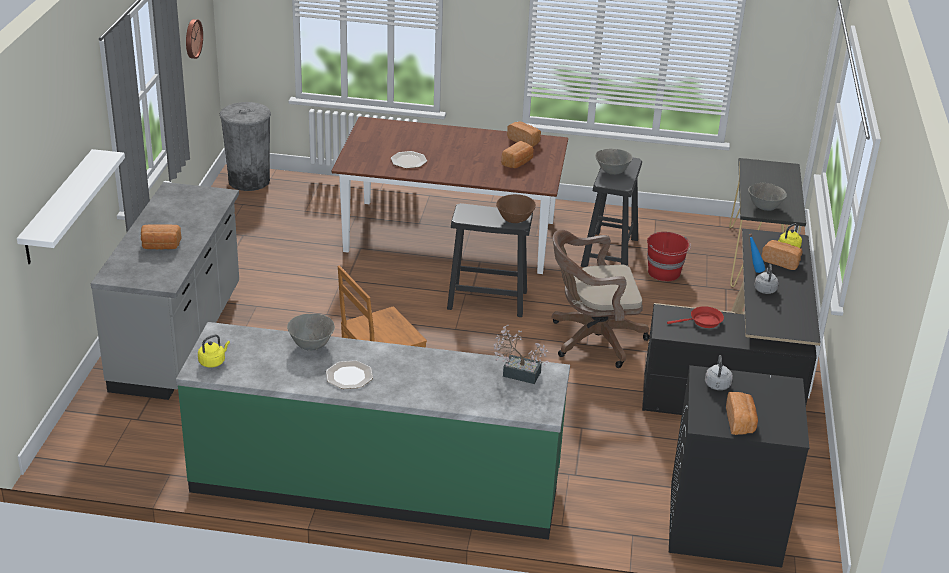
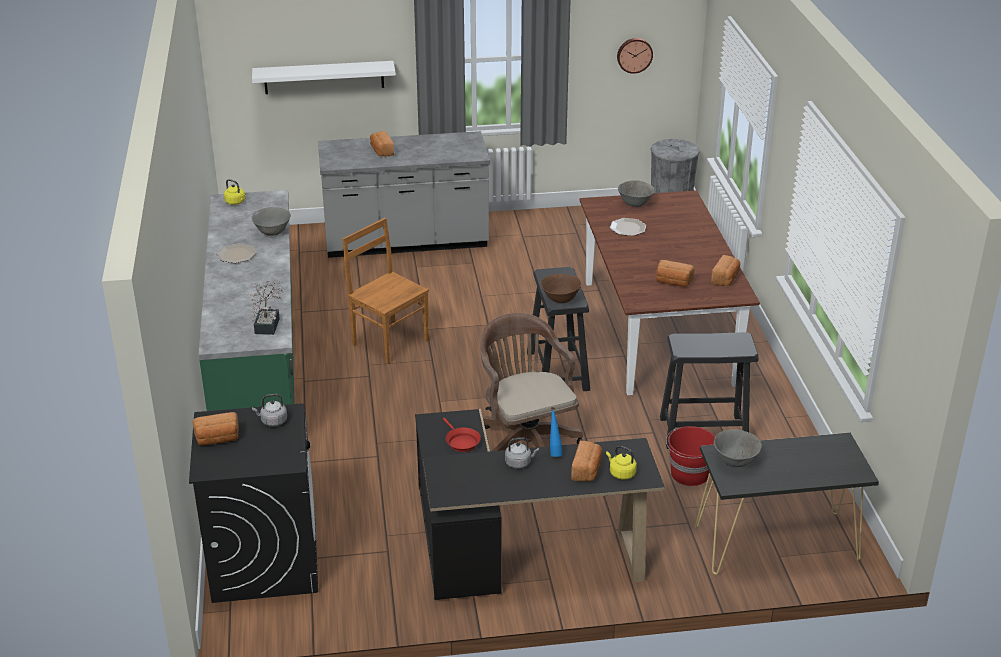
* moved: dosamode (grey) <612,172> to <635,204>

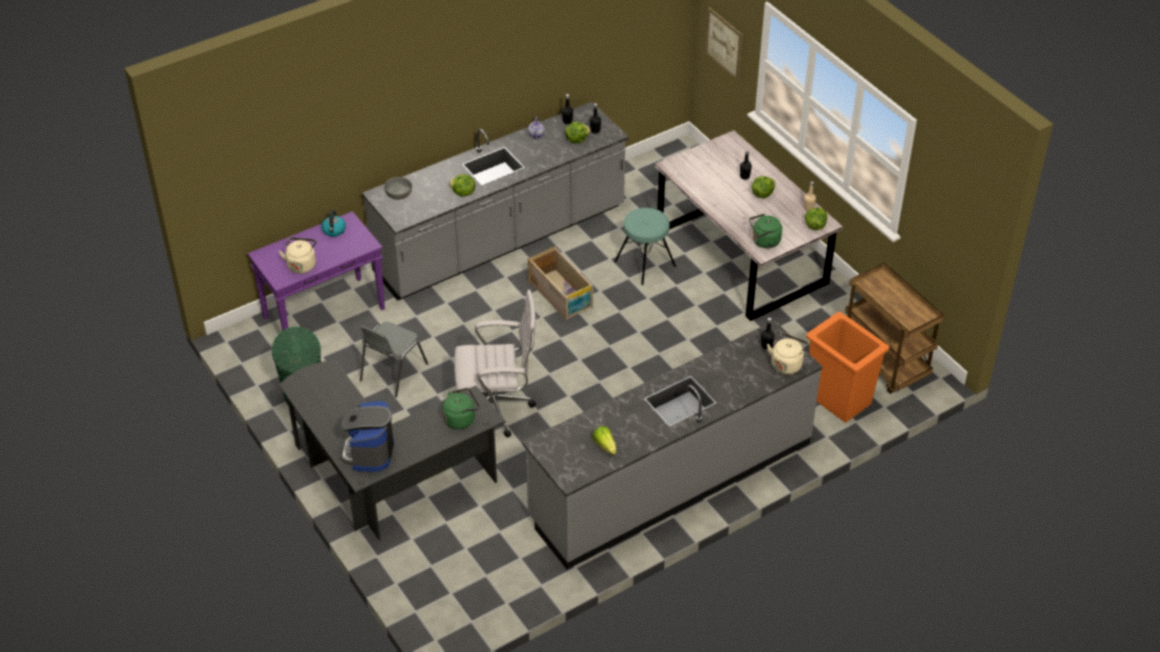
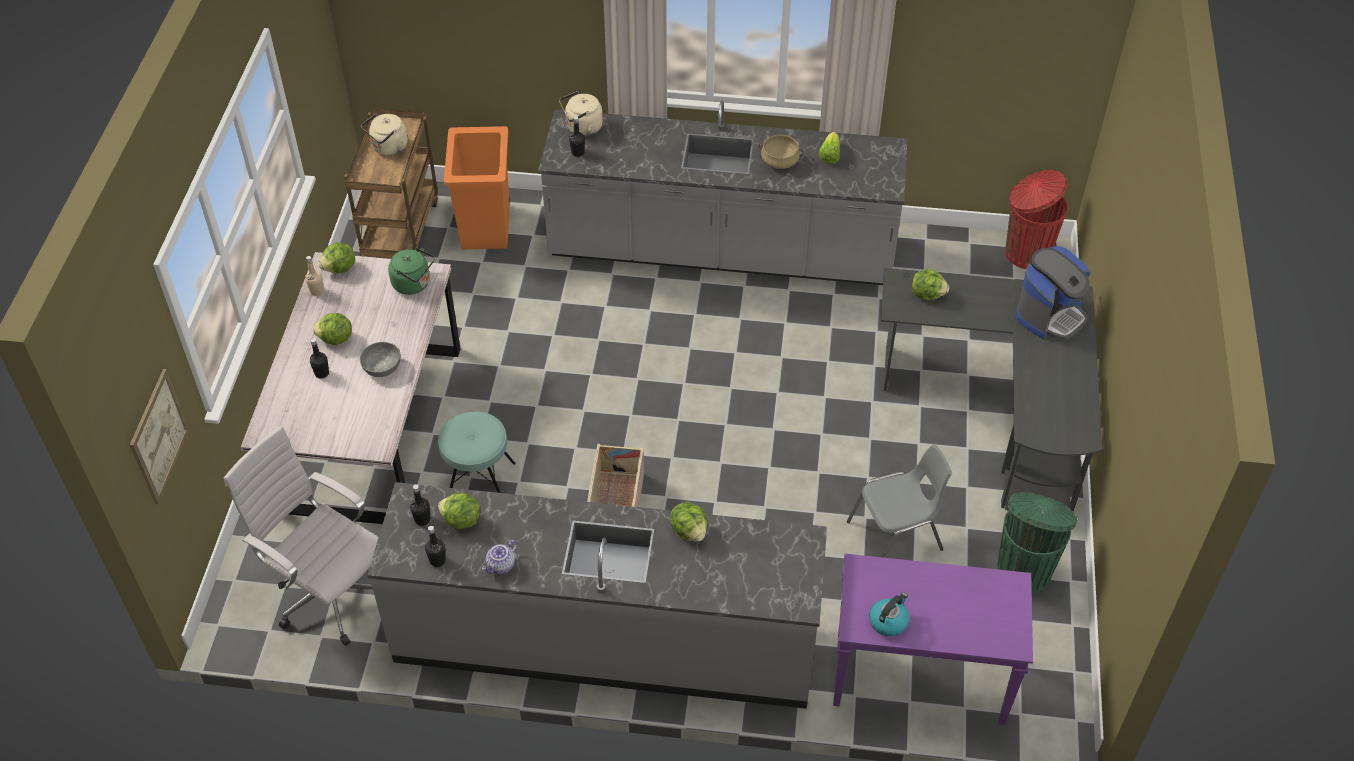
* moved: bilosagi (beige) <301,264> to <388,148>
* moved: dosamode (grey) <398,194> to <382,367>
* replaced: bilosagi (green) <461,419> to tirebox <927,294>
* moved: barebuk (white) <498,408> to <329,593>
* added: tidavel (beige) <780,161>
* added: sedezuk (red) <1025,253>

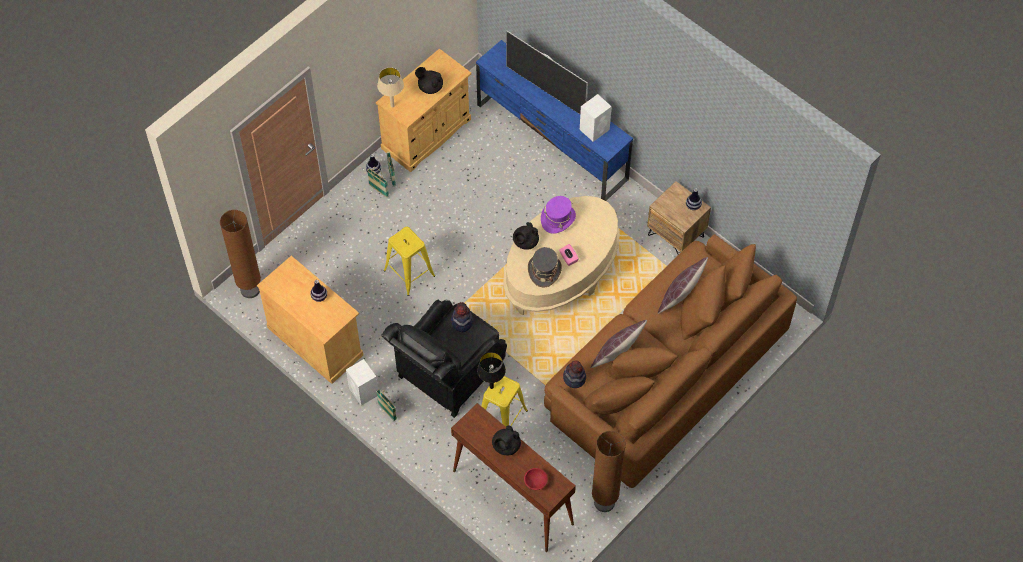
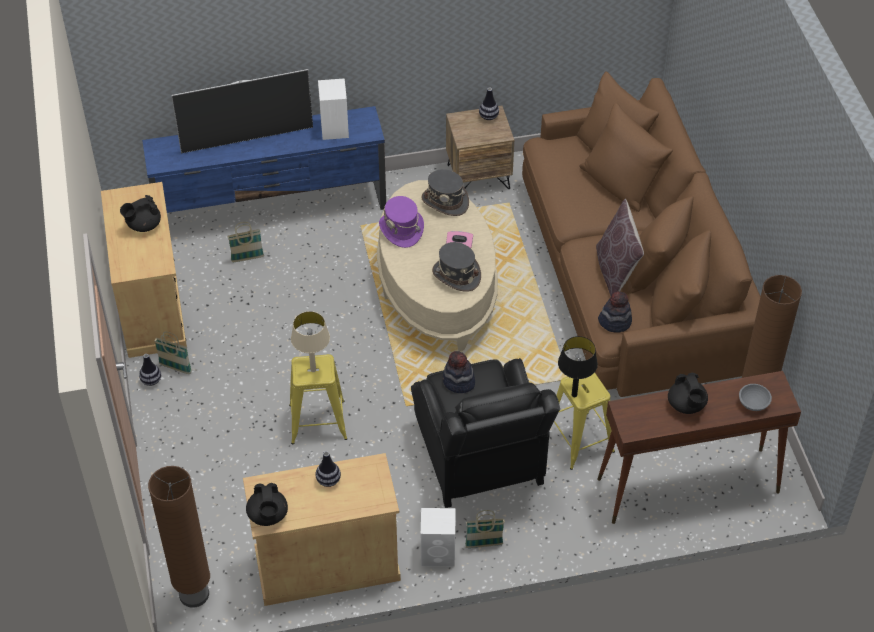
* moved: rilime <379,190> to <247,258>
* moved: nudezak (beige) <392,105> to <313,370>
* moved: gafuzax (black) <525,242> to <268,515>
* recoloured: dosamode (red) <535,482> to dosamode (grey) <753,403>
* removed: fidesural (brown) <680,297>
* added: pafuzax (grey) <445,201>

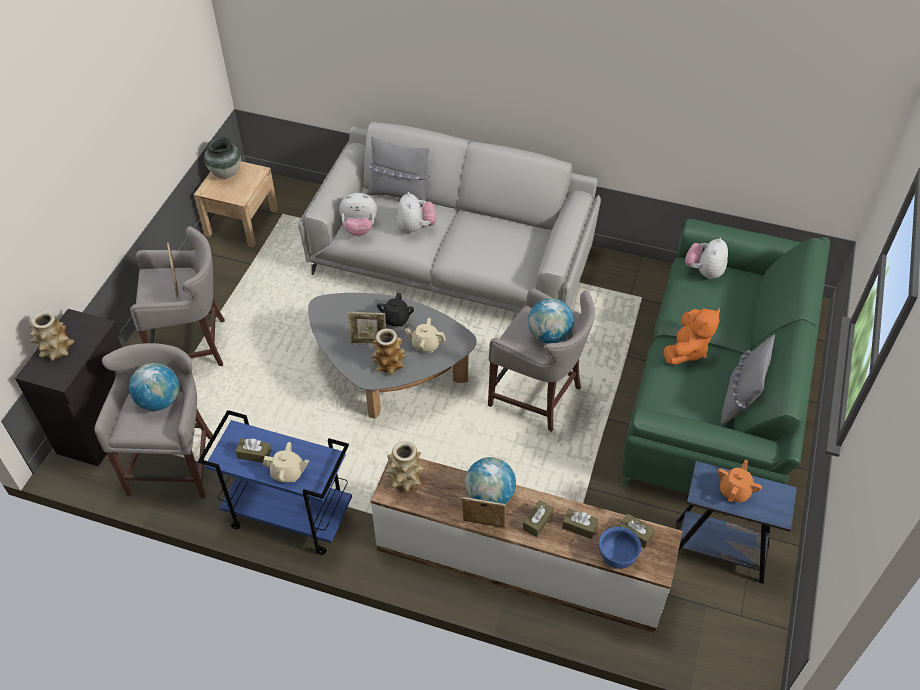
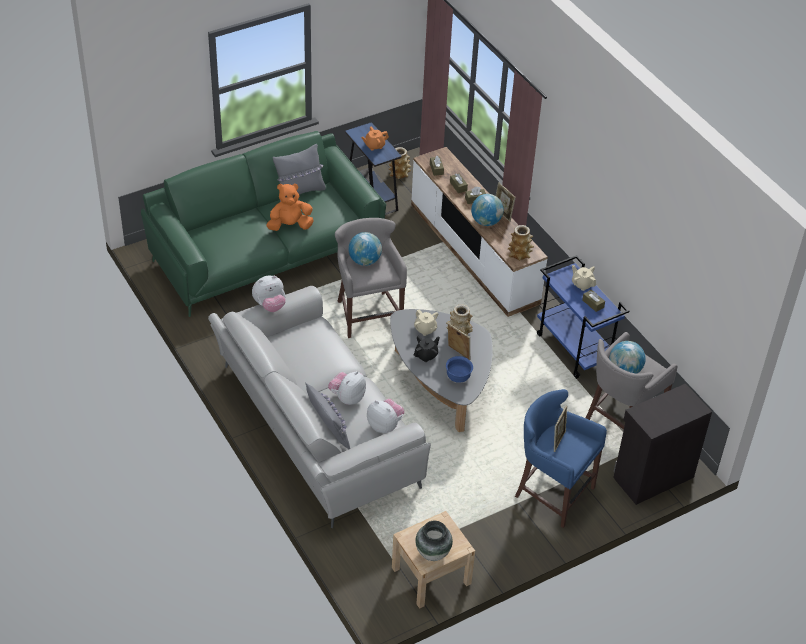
* moved: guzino <56,350> to <399,174>
* recoloured: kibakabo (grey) <193,345> to kibakabo (blue) <551,492>
* moved: dosamode (blue) <617,557> to <458,377>
* moved: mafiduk <704,271> to <270,305>

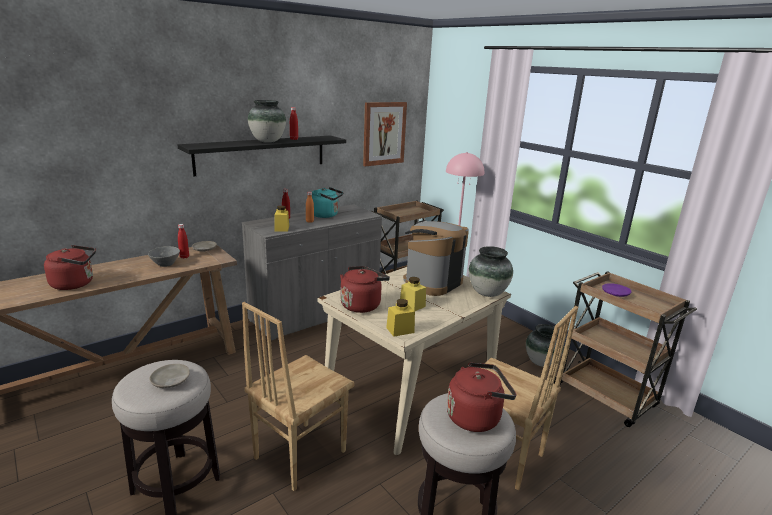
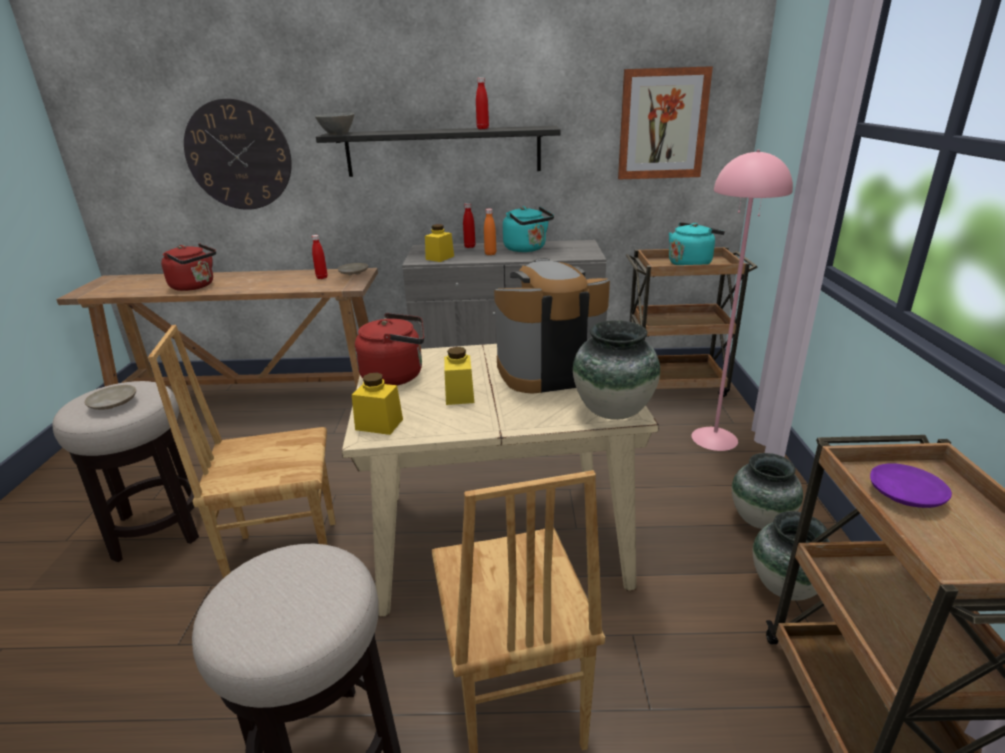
* moved: dosamode (grey) <164,264> to <336,134>
* moved: guzino <267,141> to <760,520>
* removed: bilosagi (red) <476,417>
* added: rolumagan <238,155>
* added: bilosagi (turquoise) <691,264>

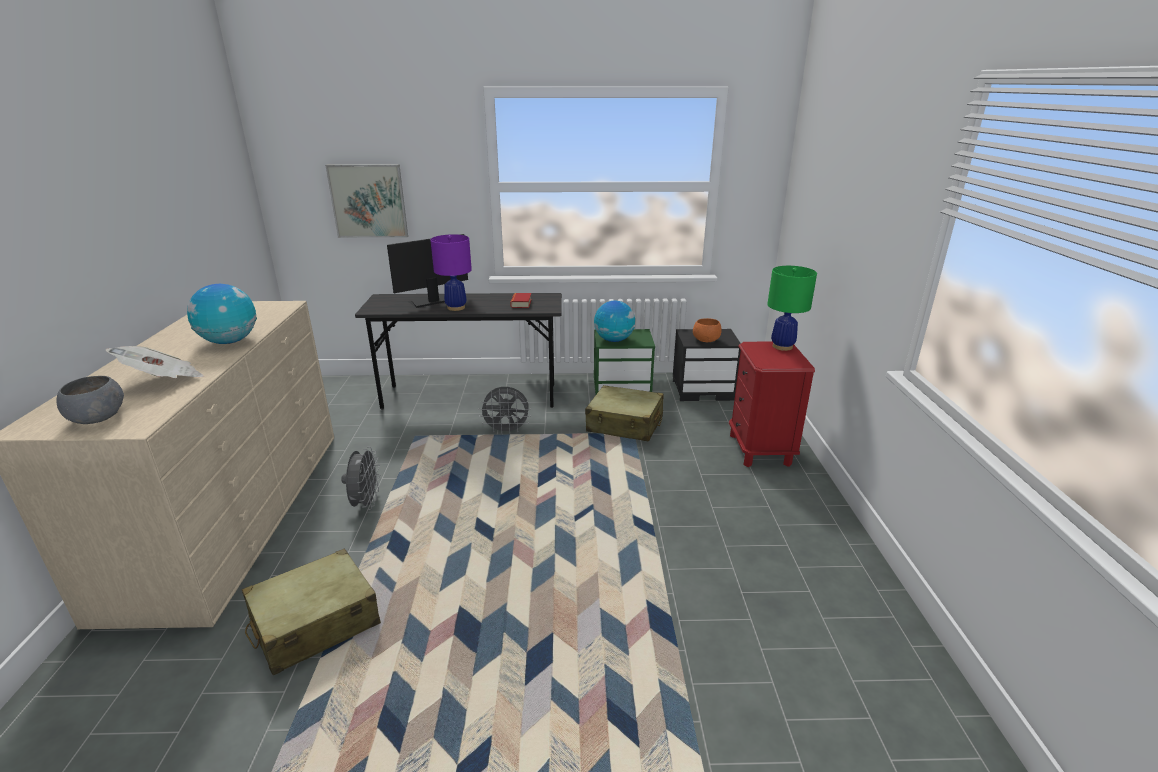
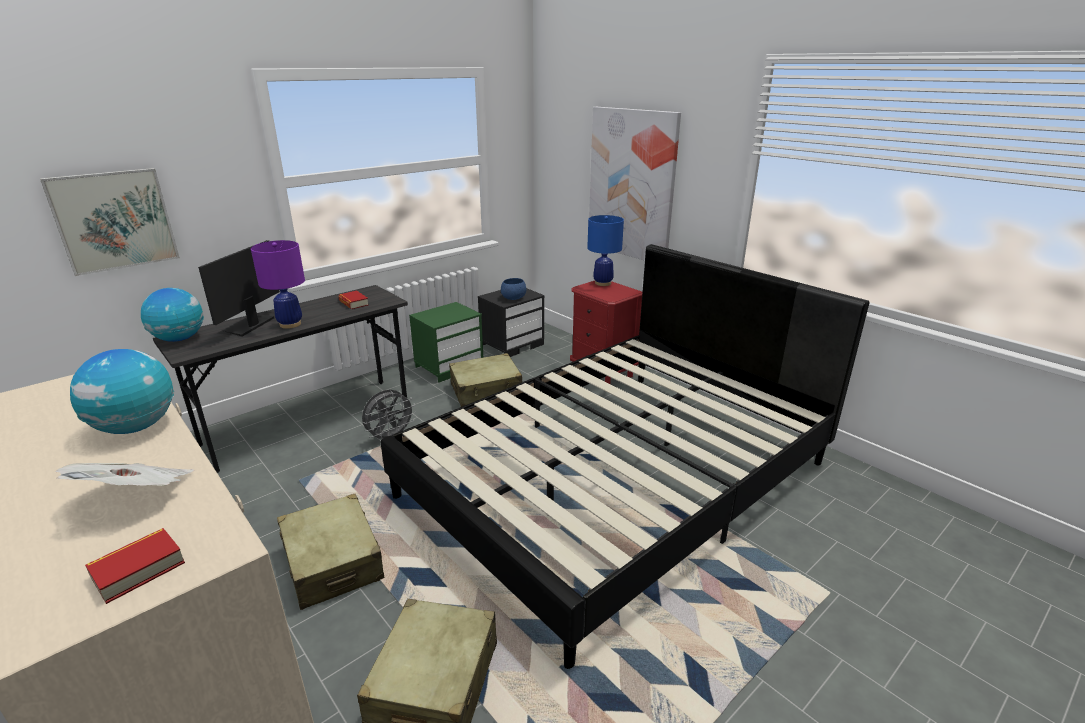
* replaced: dosamode (grey) <97,418> to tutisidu <138,570>
* replaced: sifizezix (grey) <366,503> to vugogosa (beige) <333,562>
* moved: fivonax <613,340> to <179,339>
* recoloured: dosamode (orange) <706,340> to dosamode (blue) <513,298>
* recoloured: nudezak (green) <782,346> to nudezak (blue) <603,283>
* added: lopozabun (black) <618,479>
* added: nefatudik <632,185>

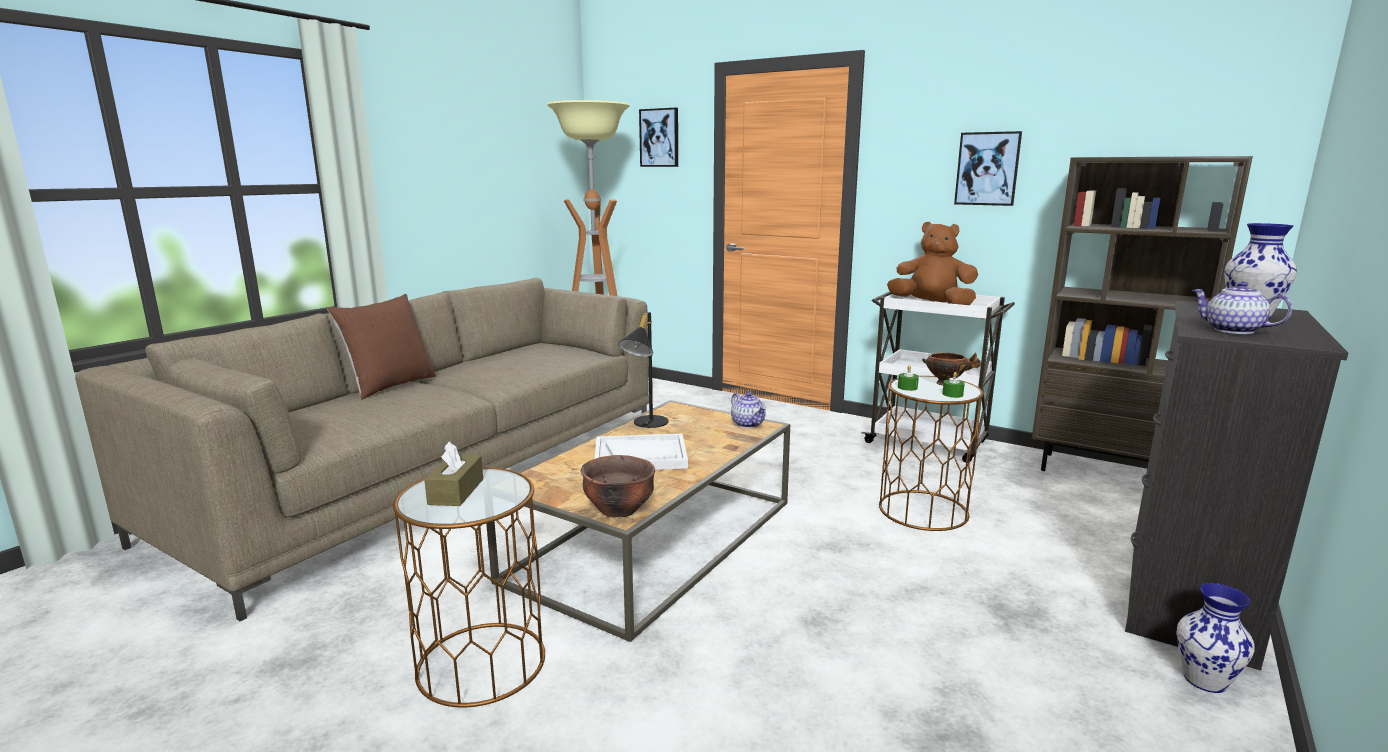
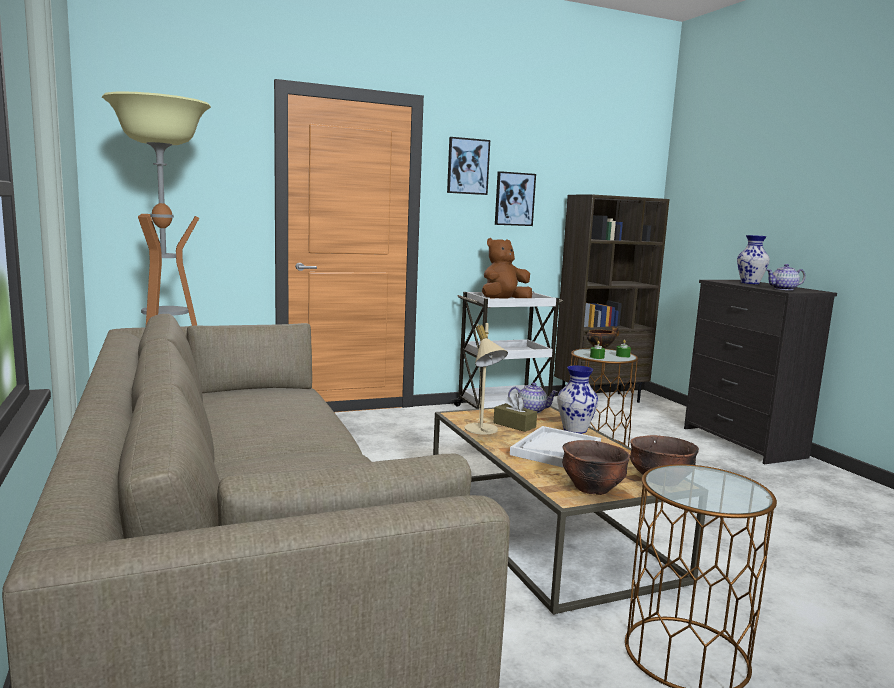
* removed: fidesural (brown) <390,386>
* moved: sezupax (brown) <456,491> to <514,425>
* recoloured: nudezak (black) <645,423> to nudezak (beige) <483,431>
* moved: nefatudik <659,138> to <467,166>
* moved: guzino <1203,680> to <574,430>
* added: dosamode (brown) <591,488>

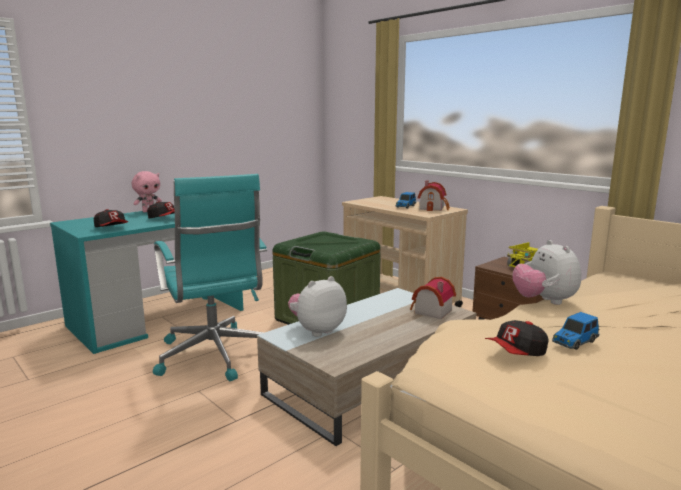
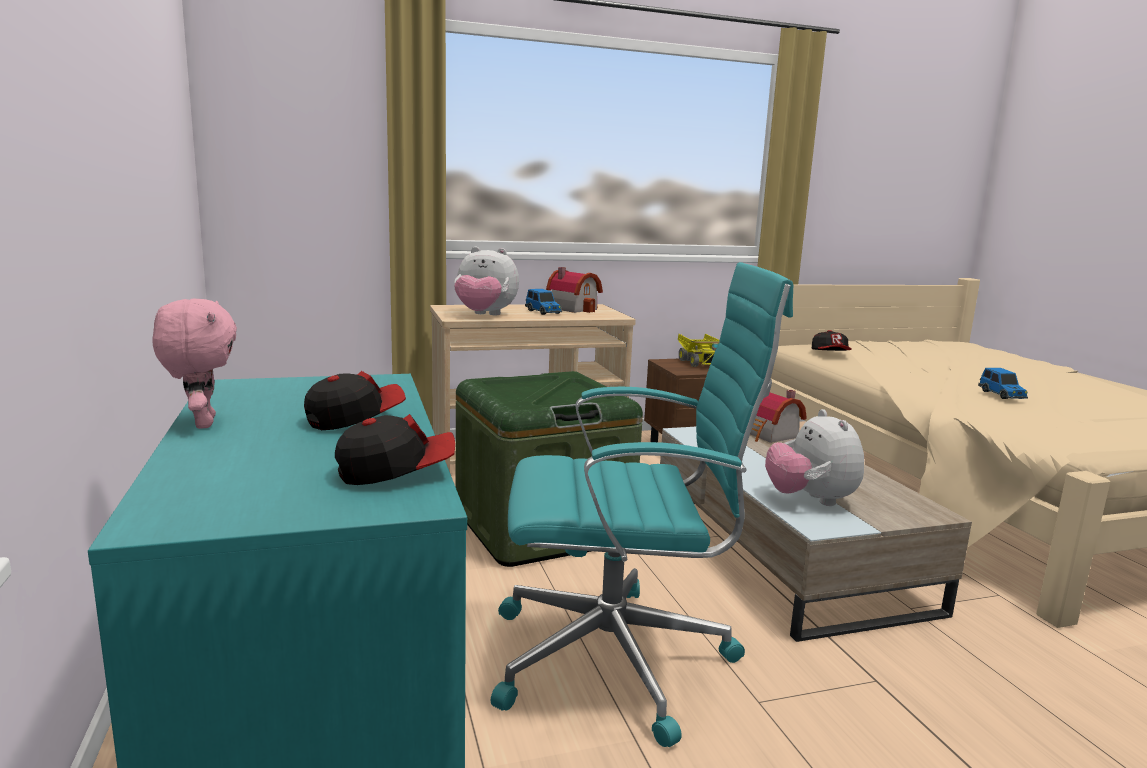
* moved: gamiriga <517,353> to <830,354>
* moved: mafiduk <544,301> to <484,315>

